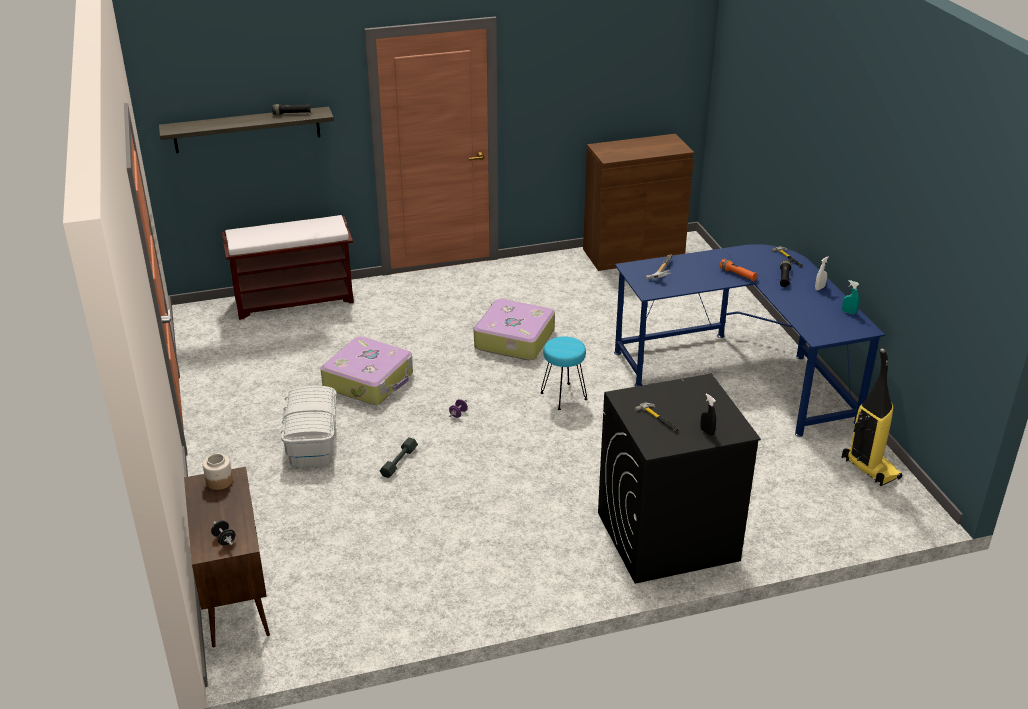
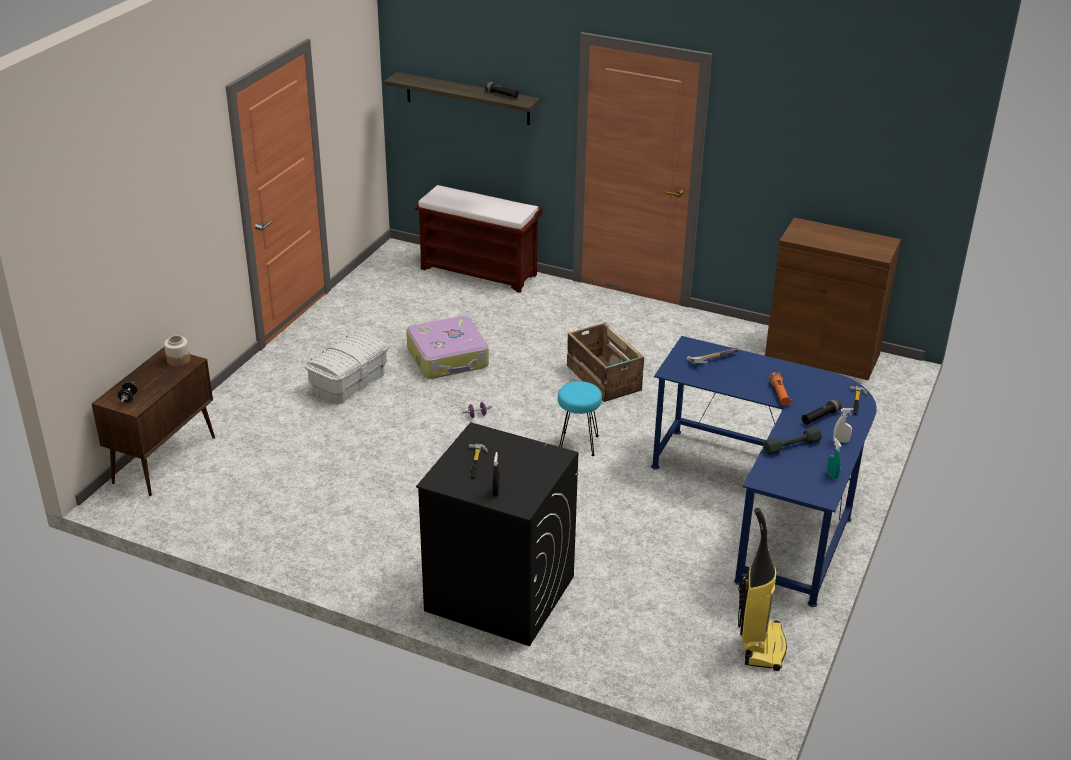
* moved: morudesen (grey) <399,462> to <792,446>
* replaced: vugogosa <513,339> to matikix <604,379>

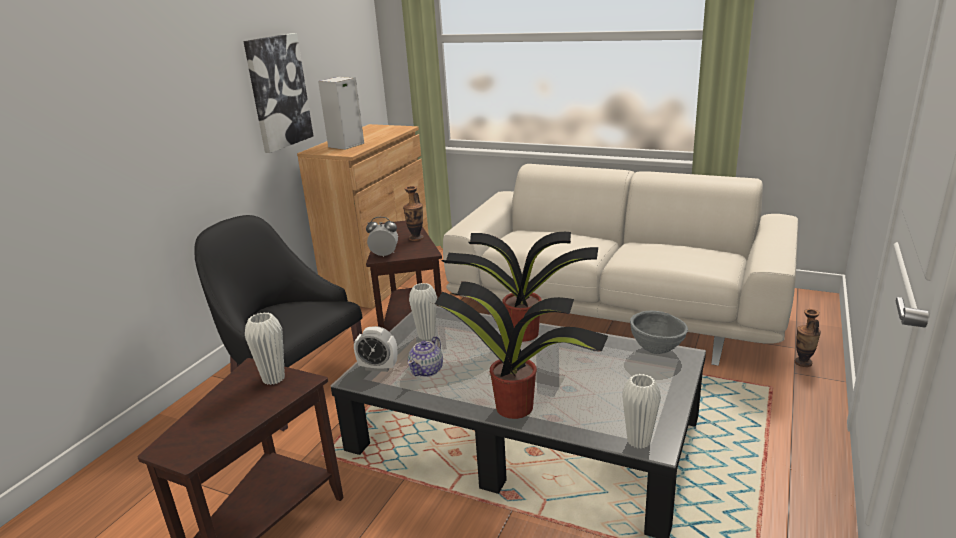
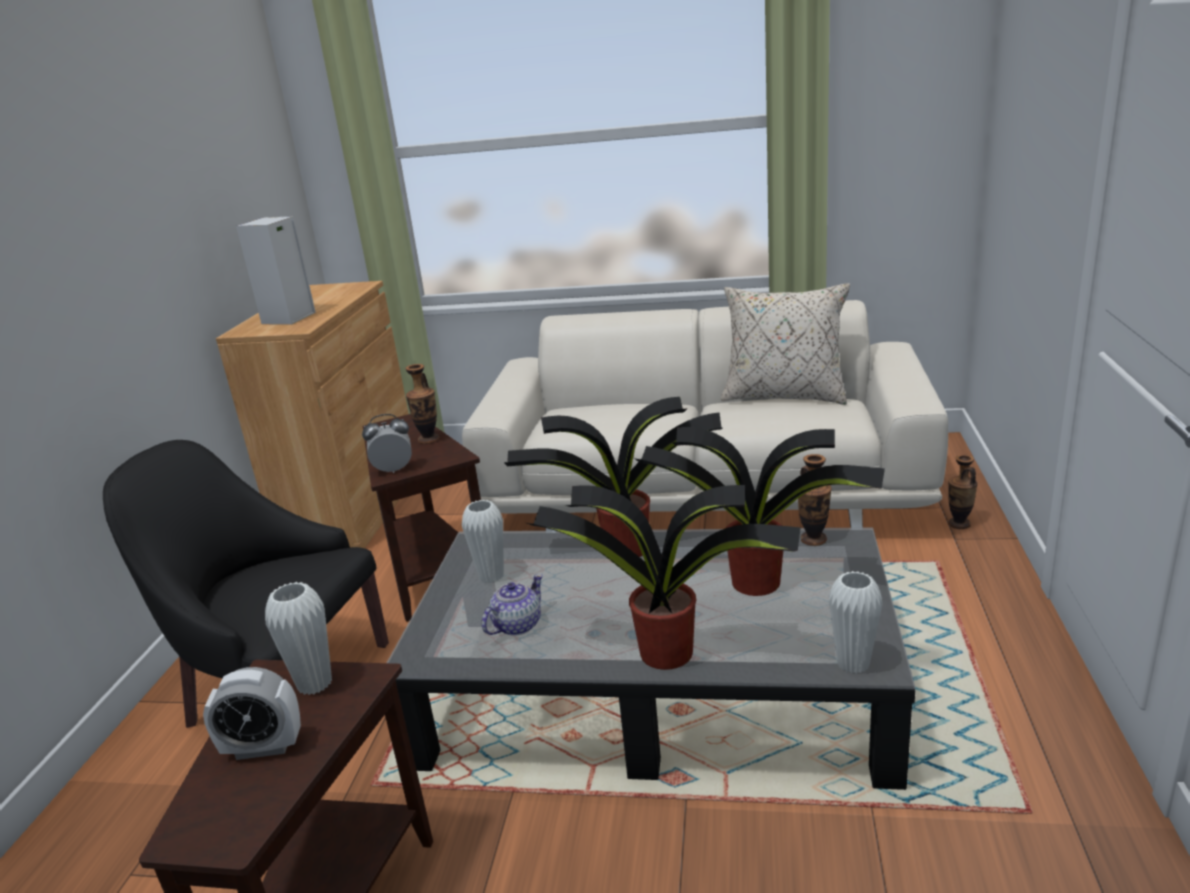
* removed: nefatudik <278,92>
* moved: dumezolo <378,367> to <263,748>
* turned: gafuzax <427,370> = <516,625> 150 degrees counterclockwise
* replaced: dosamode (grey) <656,351> to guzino <813,539>
* added: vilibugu <759,582>
* added: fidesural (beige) <784,396>

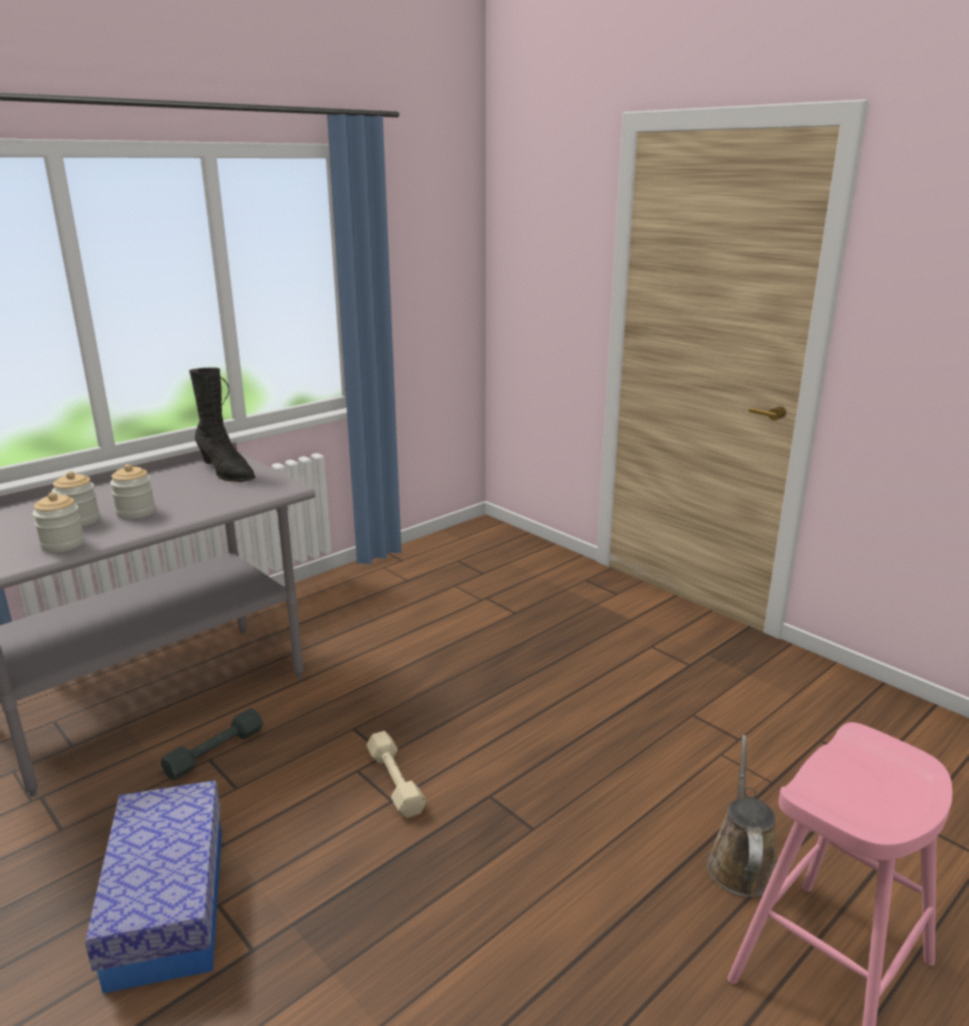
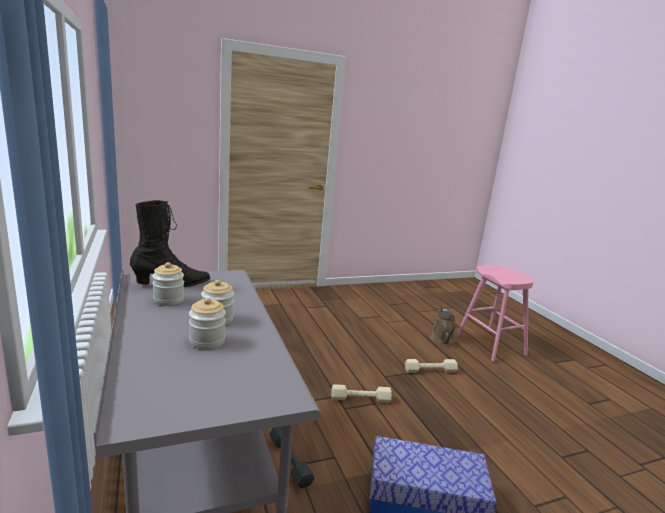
* moved: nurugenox <63,544> to <168,300>
* turned: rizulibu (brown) <740,862> = <443,340> 120 degrees counterclockwise
* added: morudesen (beige) <430,370>

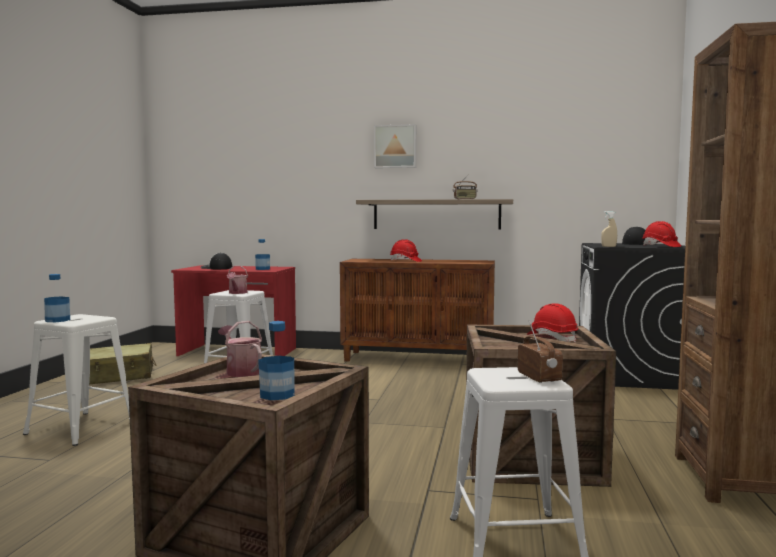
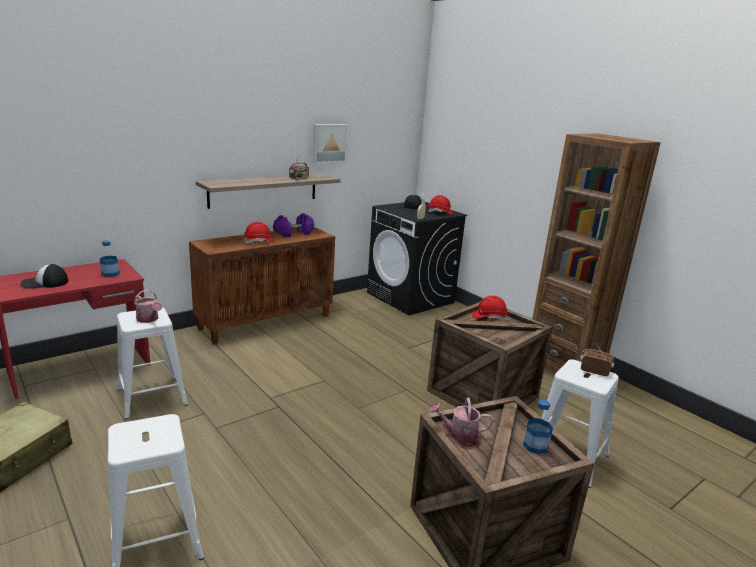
* removed: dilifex <57,320>
* moved: nefatudik <395,146> to <329,143>
* added: morudesen (purple) <293,233>

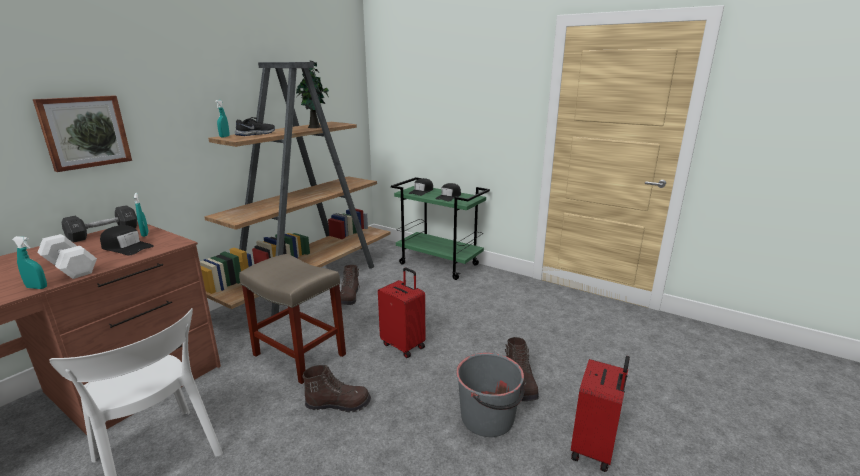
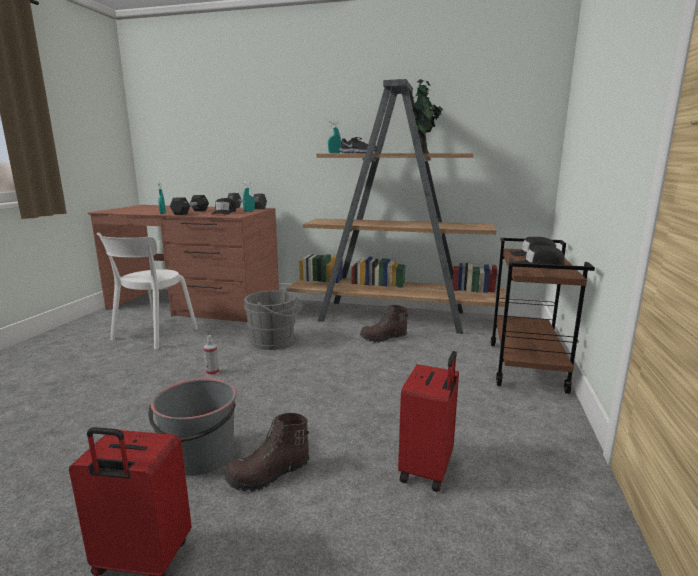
* removed: nefatudik <85,132>
* recoloured: morudesen (white) <70,267> to morudesen (black) <190,212>
* replaced: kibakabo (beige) <298,354> to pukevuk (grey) <275,341>
* replaced: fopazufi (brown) <338,404> to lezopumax <212,372>
* moved: vugogosa (red) <404,345> to <428,469>
* recoloured: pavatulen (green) <439,264> to pavatulen (brown) <527,367>

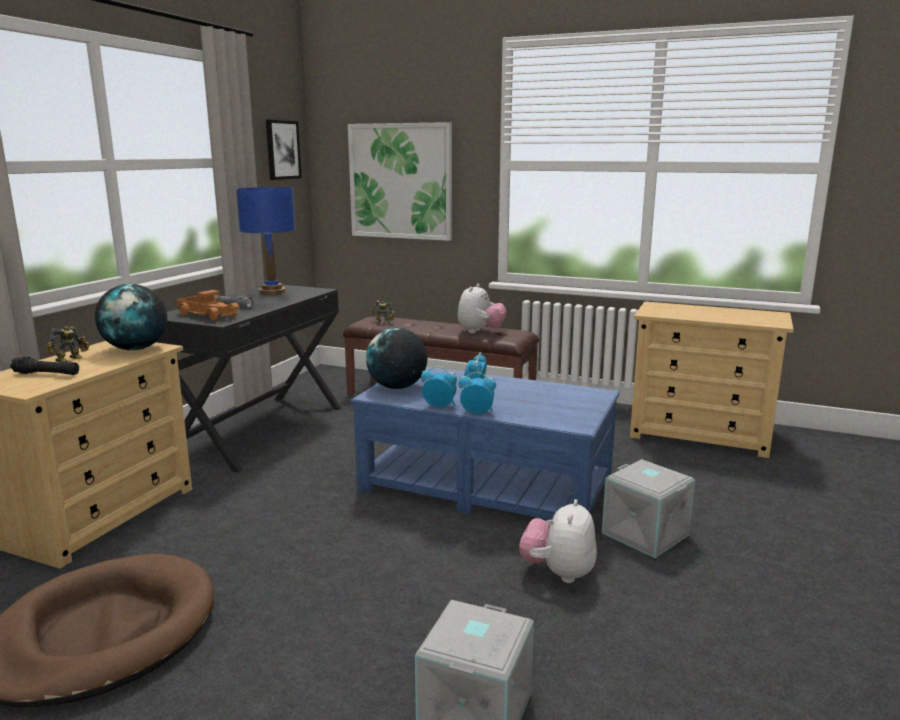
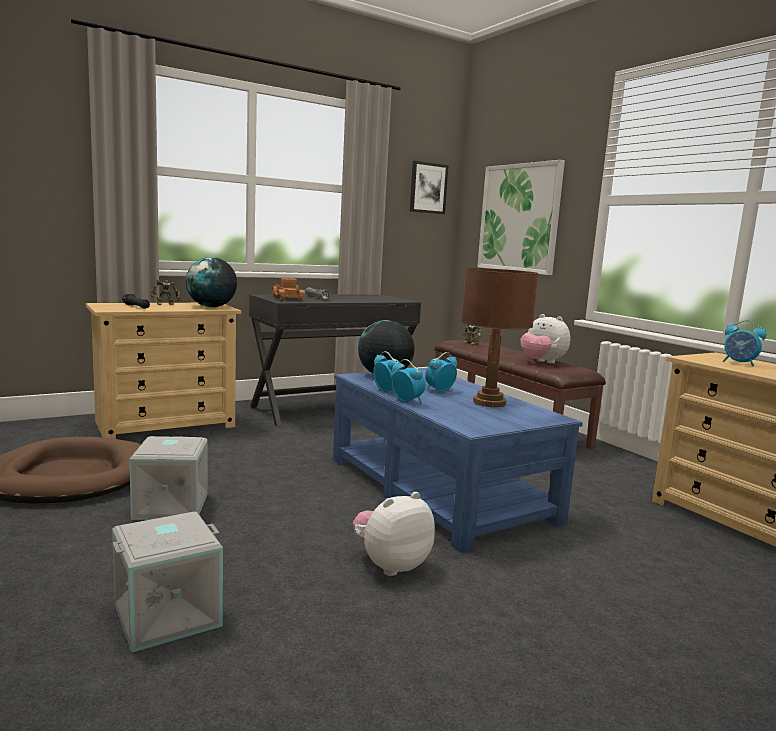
* removed: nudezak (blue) <272,292>
* turned: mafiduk <480,332> = <542,362> 75 degrees clockwise
* moved: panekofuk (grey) <643,534> to <169,506>
* added: nudezak (brown) <489,403>
* added: dumezolo <739,363>

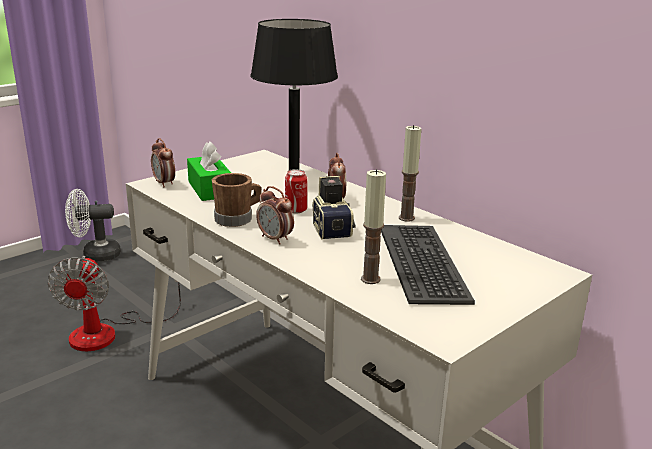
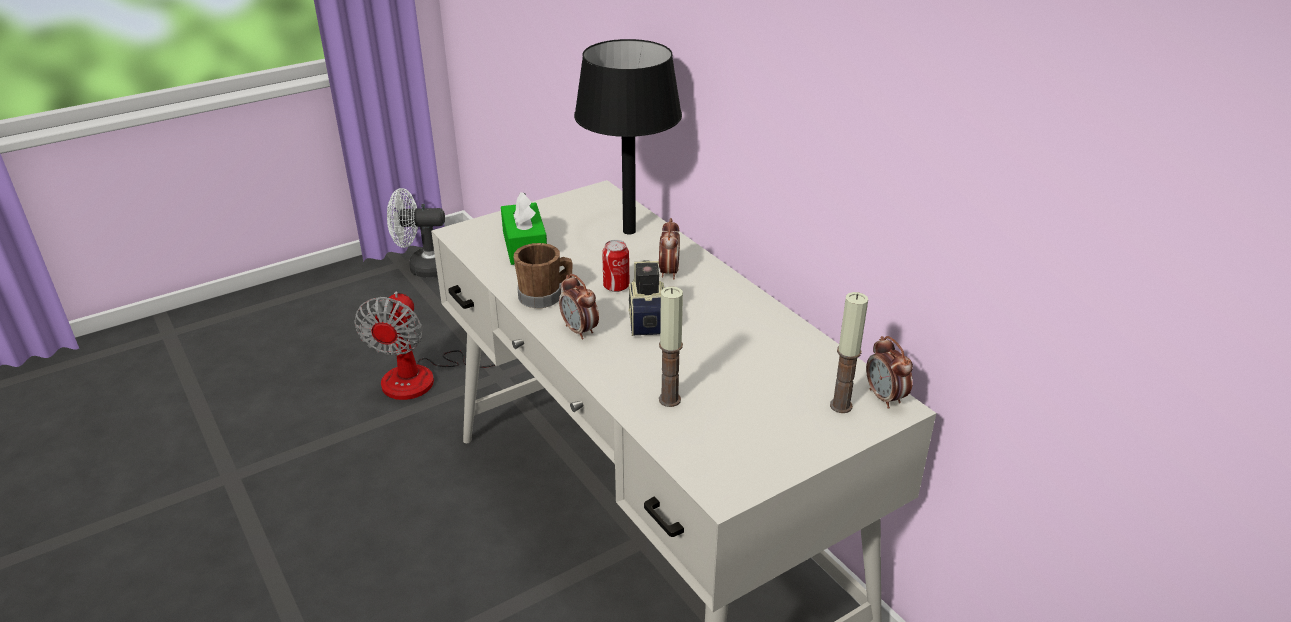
* moved: dumezolo <164,183> to <885,398>
* removed: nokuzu <423,263>
* moved: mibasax <406,218> to <840,406>

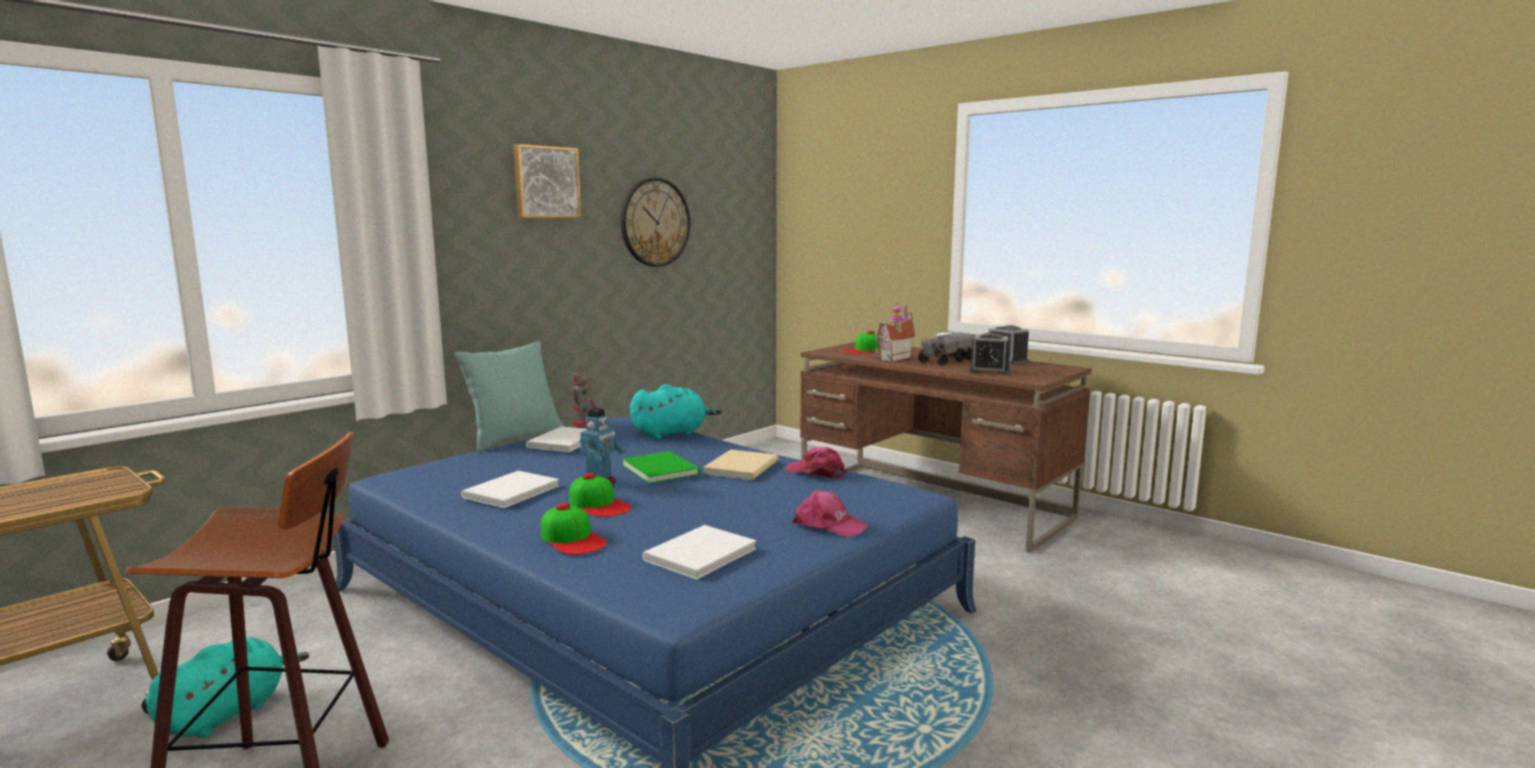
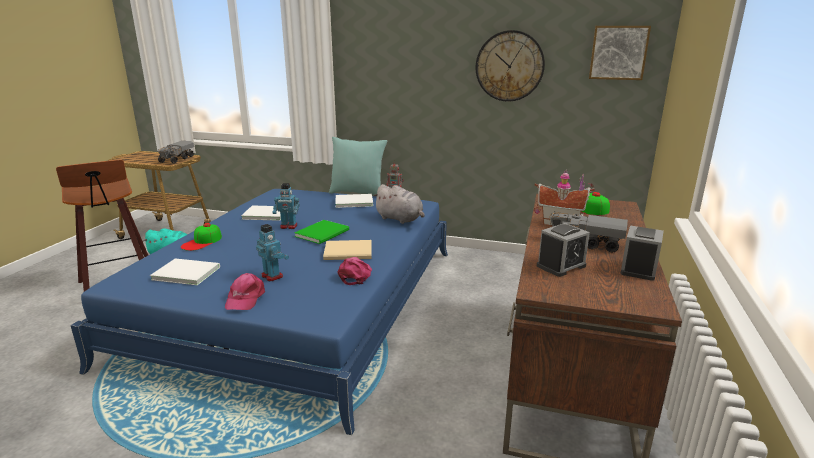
* moved: nefatudik <546,182> to <618,52>
* removed: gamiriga <599,504>
* recoloured: mafiduk (turquoise) <672,433> to mafiduk (grey) <400,219>
* turned: dumezolo <989,371> = <561,266> 120 degrees counterclockwise
* added: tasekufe <177,159>
* added: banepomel <272,276>

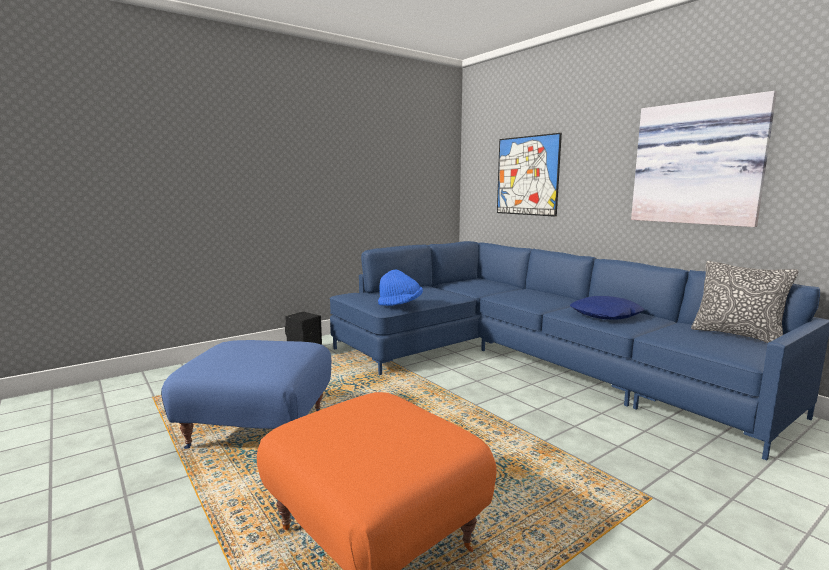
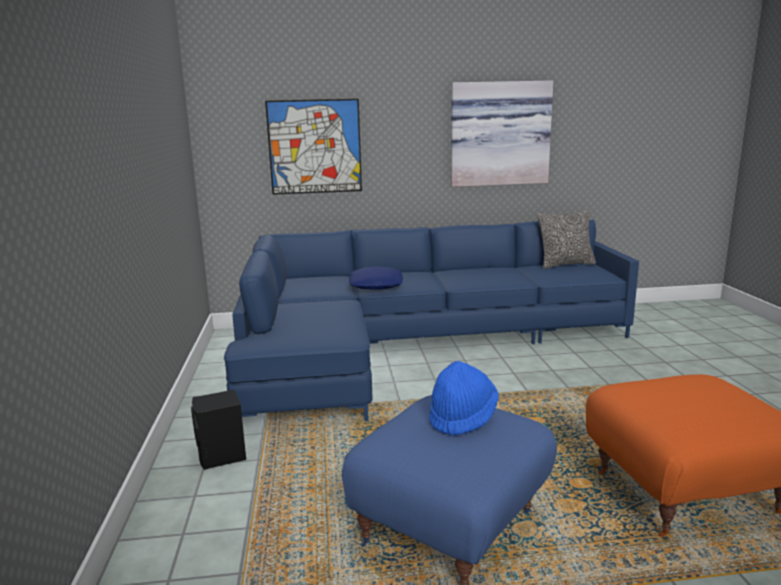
* moved: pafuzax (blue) <400,304> to <462,417>
* moved: fidesural (blue) <606,315> to <376,285>

